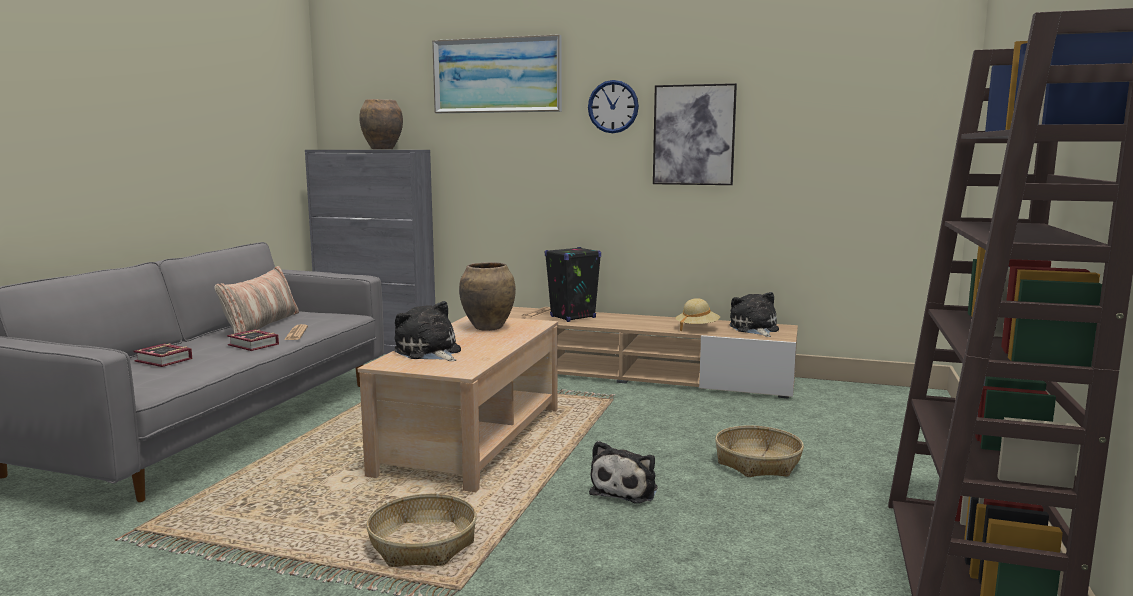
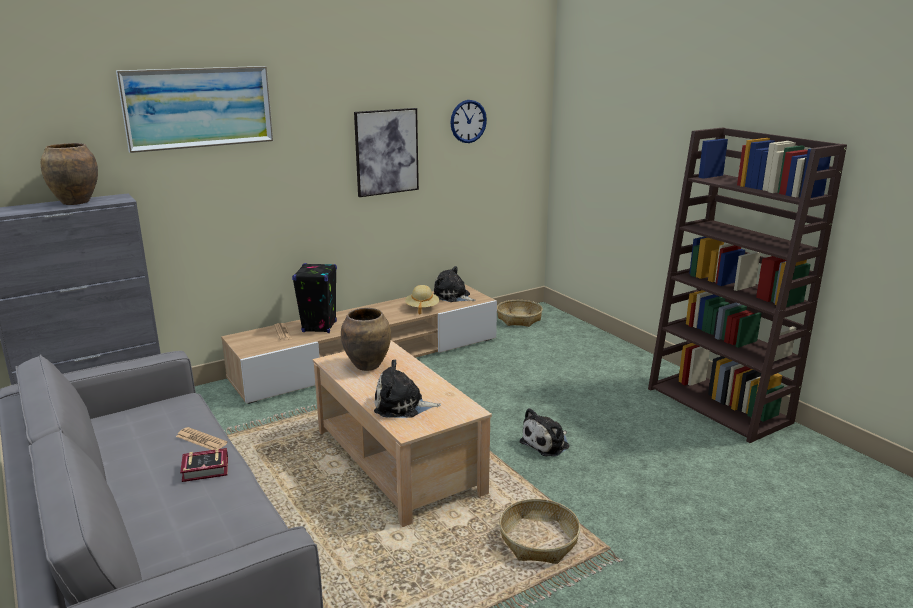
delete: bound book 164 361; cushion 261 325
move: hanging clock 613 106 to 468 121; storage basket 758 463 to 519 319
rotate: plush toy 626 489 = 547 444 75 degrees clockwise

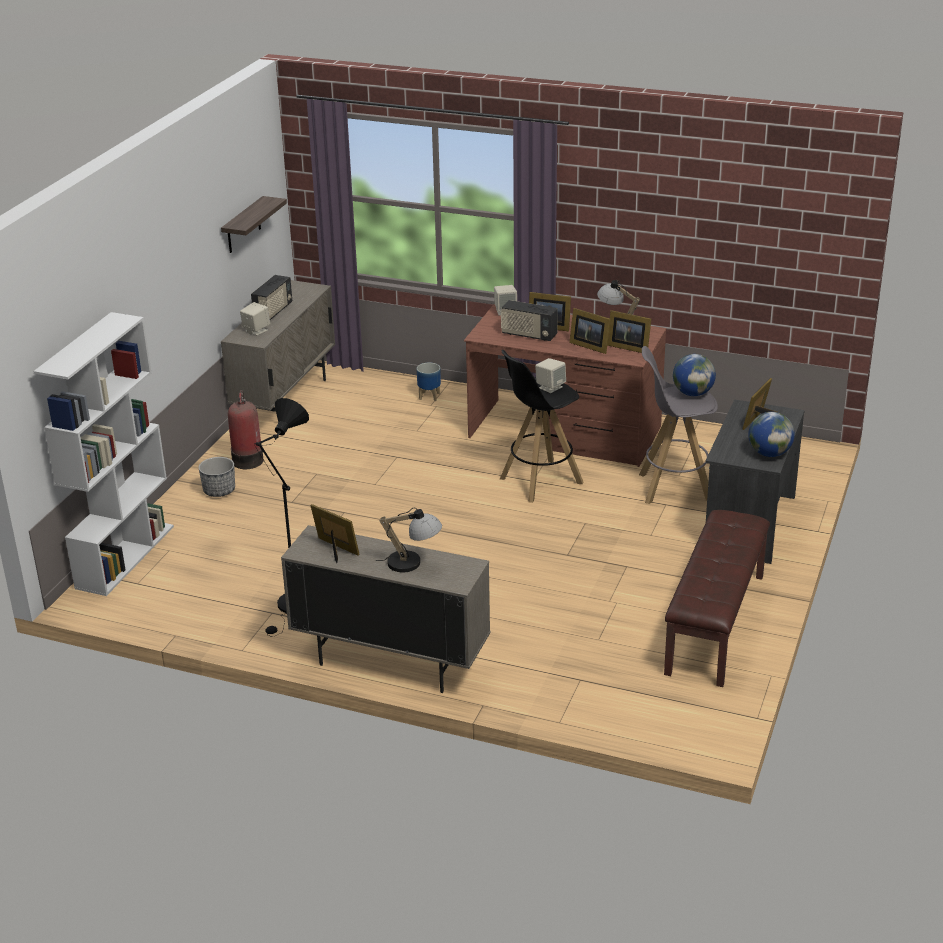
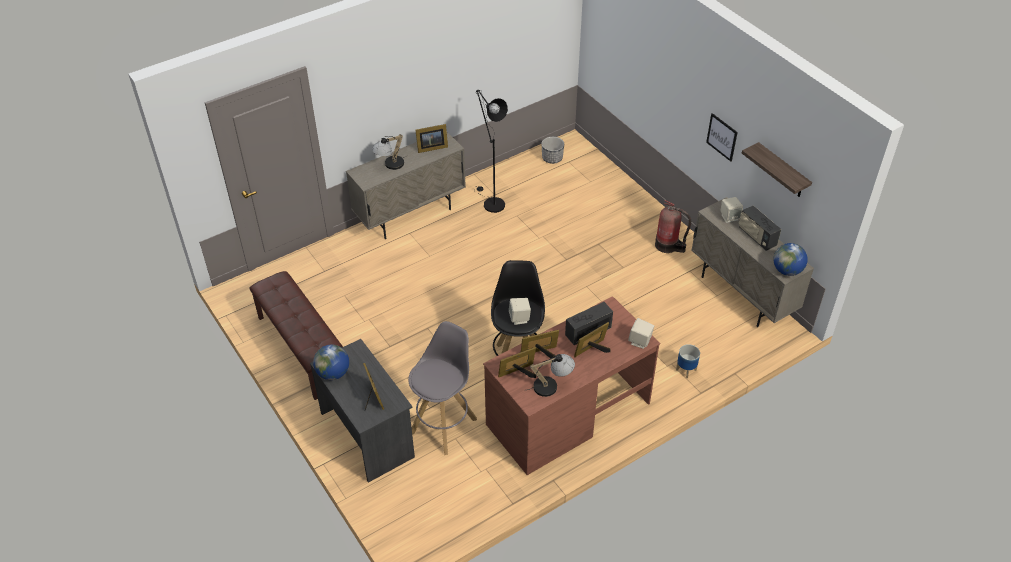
delete: whitish bookshelf 125 556
insert: picture 722 137
move: plant pot 219 491 to 552 158; world globe 692 393 to 787 270

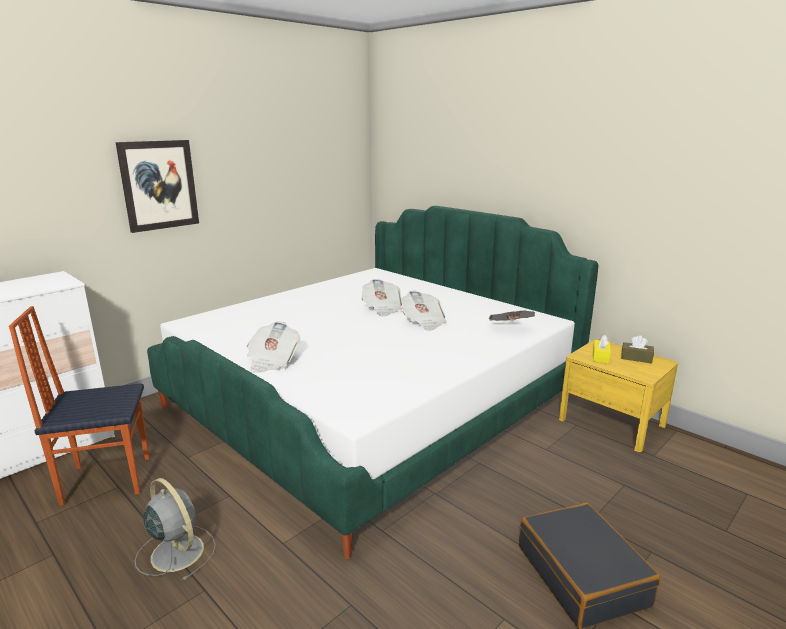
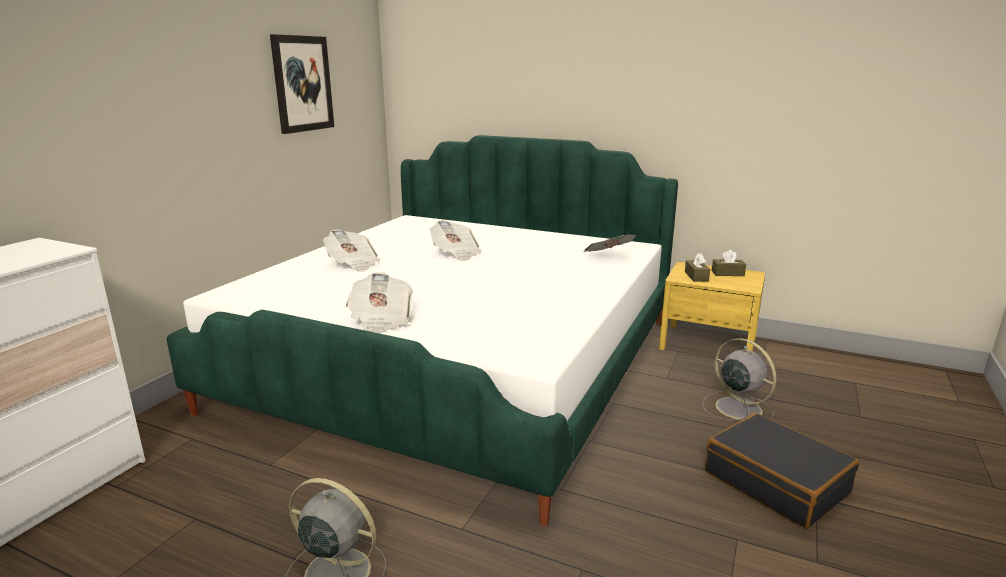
delete: upright chair 106 479
insert: grey cooling fan 736 407
move: picture 159 185 to 302 84; daily paper 423 322 to 353 264
recolor: yellow-coloured tissue holder 600 357 to brown tissue holder 696 276

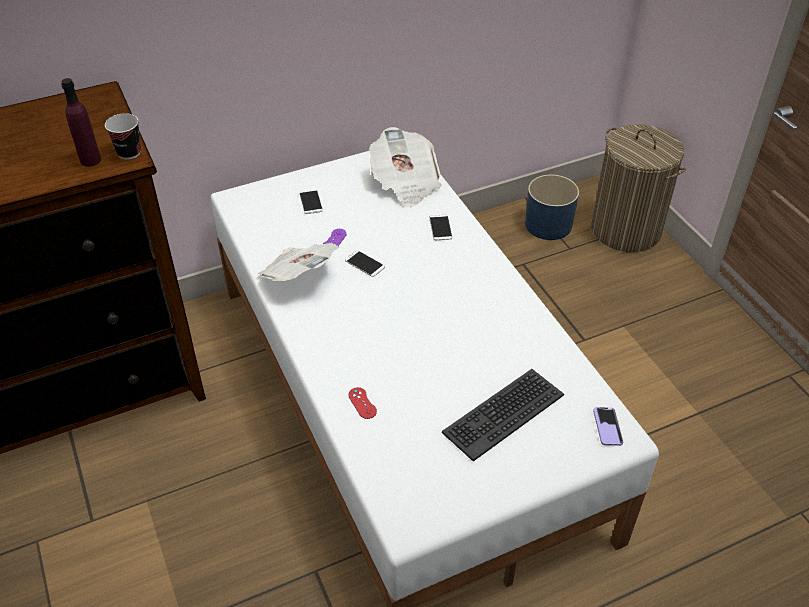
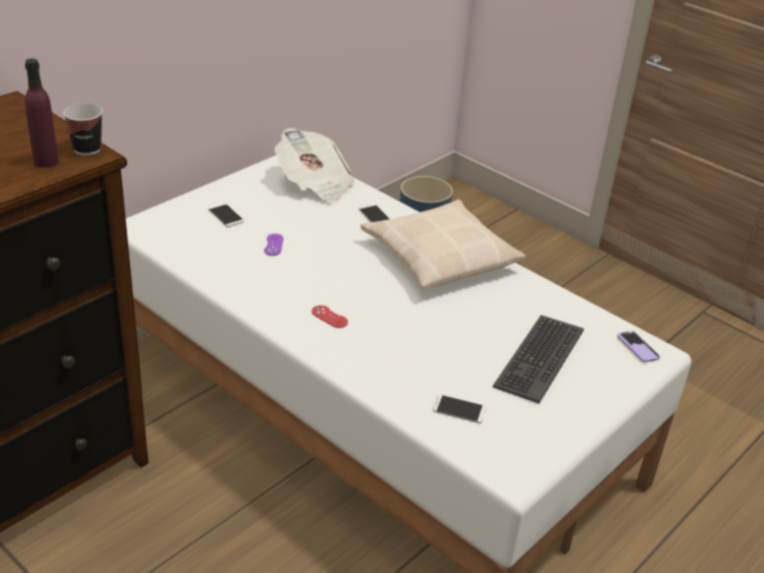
delete: daily paper 300 276; washing basket 626 229
insert: sand-coloured cushion 440 257
move: reddish game controller 362 403 to 329 317; handset 364 264 to 459 409

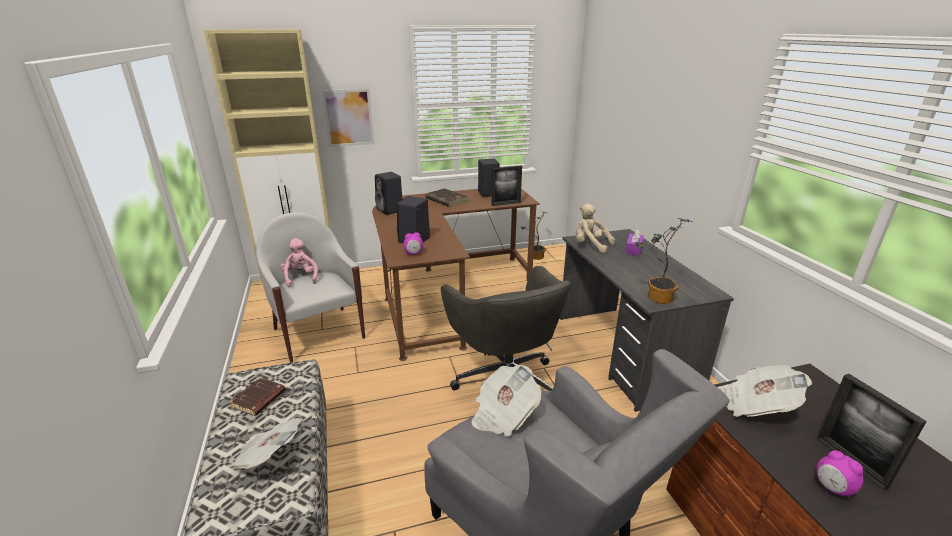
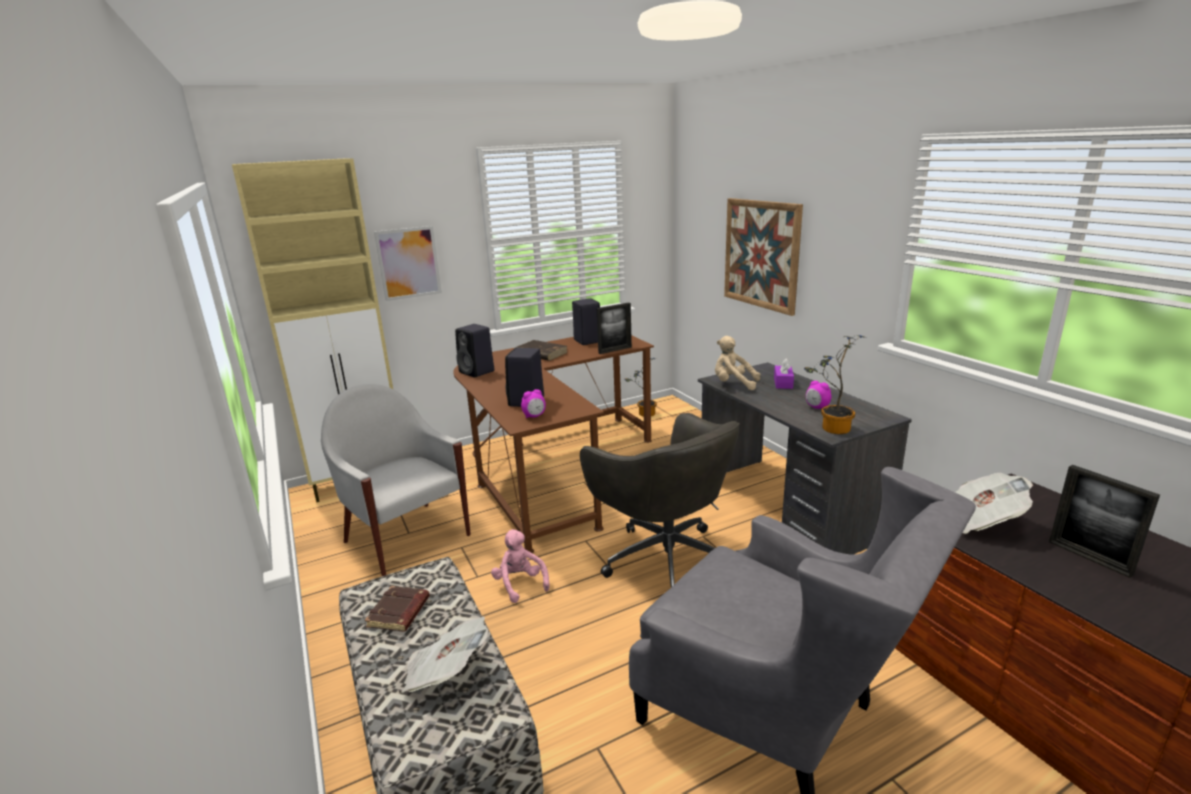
delete: daily paper 503 414
insert: picture 761 254
move: pinkish plush toy 300 278 to 520 584; alarm clock 832 488 to 817 407

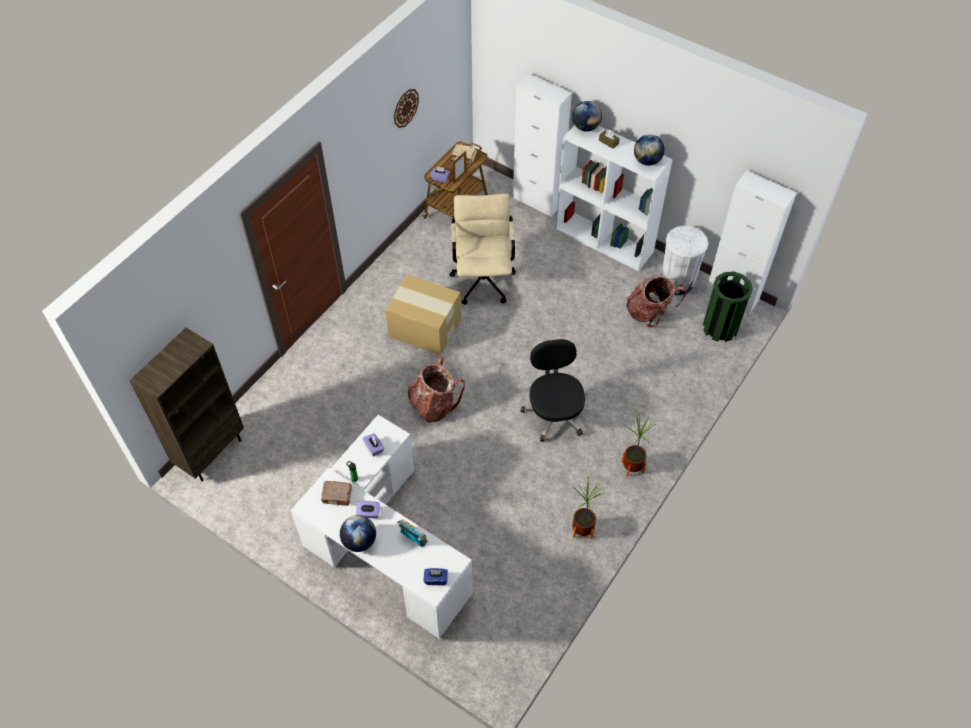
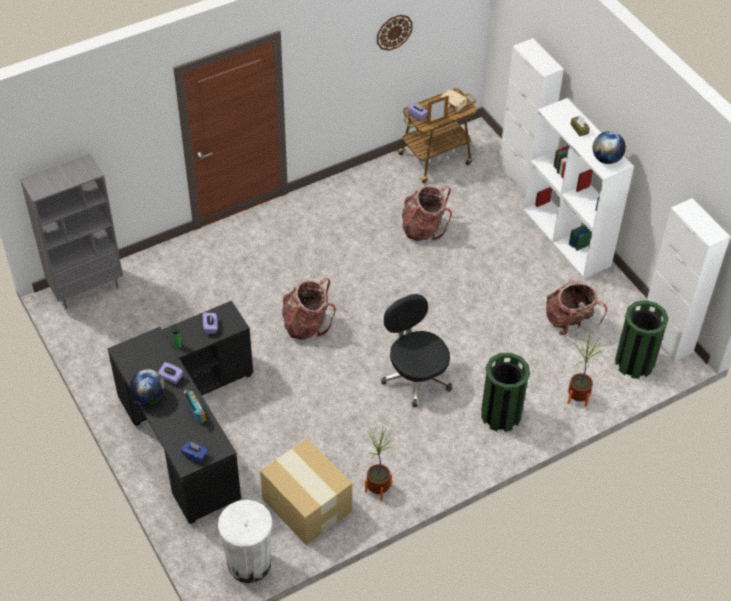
delete: brown bound book 337 496; world globe 585 127
insert: greenish waste bin 500 415
move: whitish waste bin 677 282 to 249 563; packing box 425 328 to 307 506; houseplant 632 467 to 578 398
replace: sand-coloured office chair 483 277 to rucksack 423 228
recolor: brown bookshelf 211 453 to grey bookshelf 87 288; whitish desk unit 383 548 to black desk unit 187 428
rotate: black office chair 554 413 = 416 376 45 degrees counterclockwise

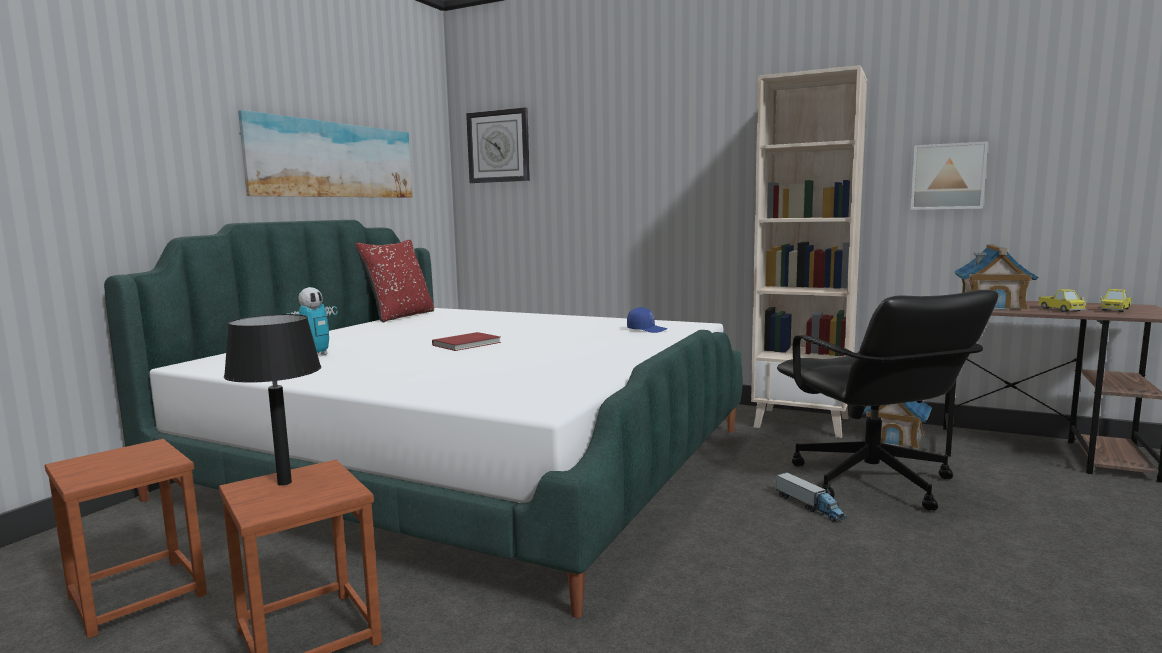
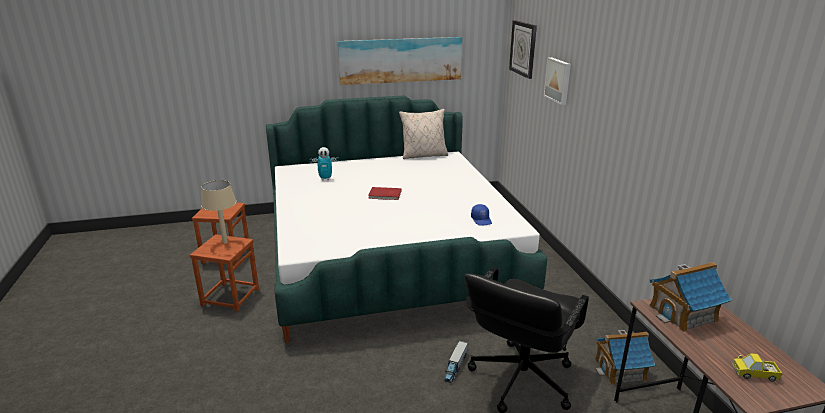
delete: sand-coloured bookshelf 802 422; toy lorry 1060 310
move: picture 947 176 to 558 80
recolor: black lamp for a table 284 482 to sand-coloured lamp for a table 225 242; reddish cushion 400 316 to sand-coloured cushion 424 155

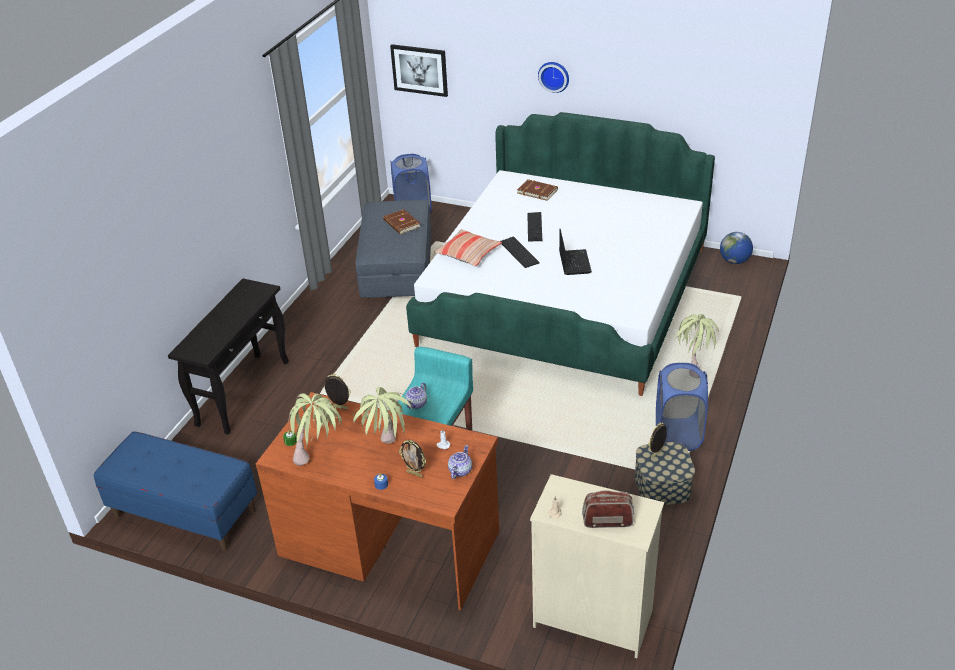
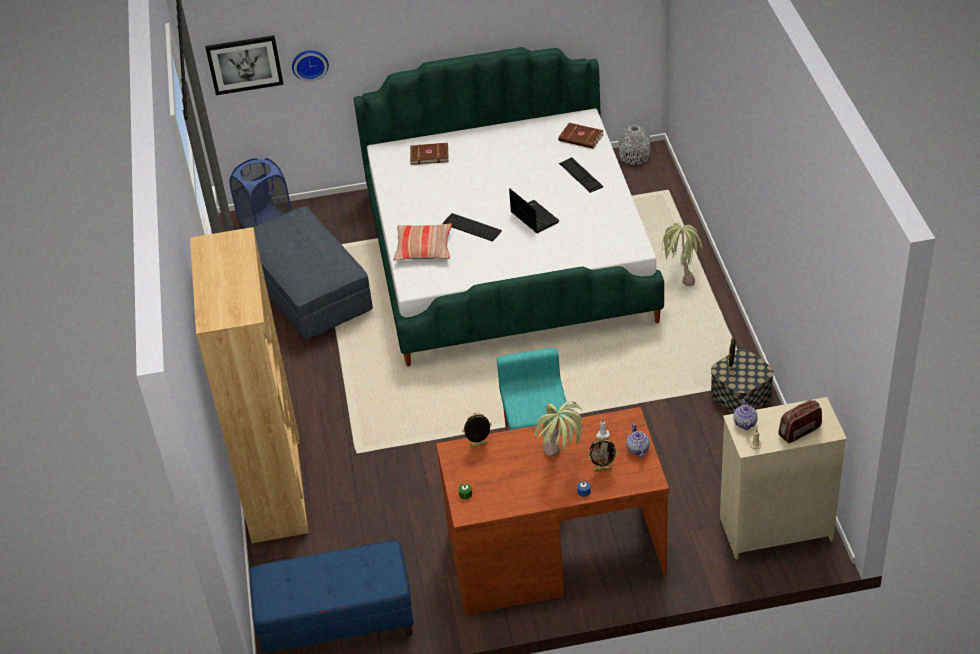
delete: houseplant 320 459; blue-coloured washing basket 678 435
move: hanging clock 554 76 to 309 64; brown bound book 401 224 to 581 138; PC keyboard 534 226 to 580 175; tea pot 417 404 to 745 423
replace: black console table 243 392 to brown bookshelf 276 487; world globe 734 261 to grey flower vase 634 155

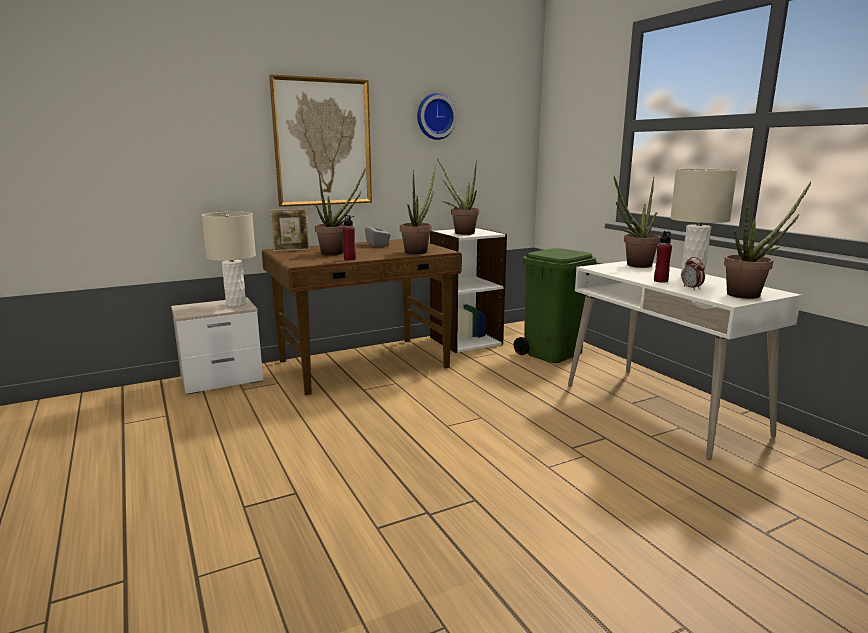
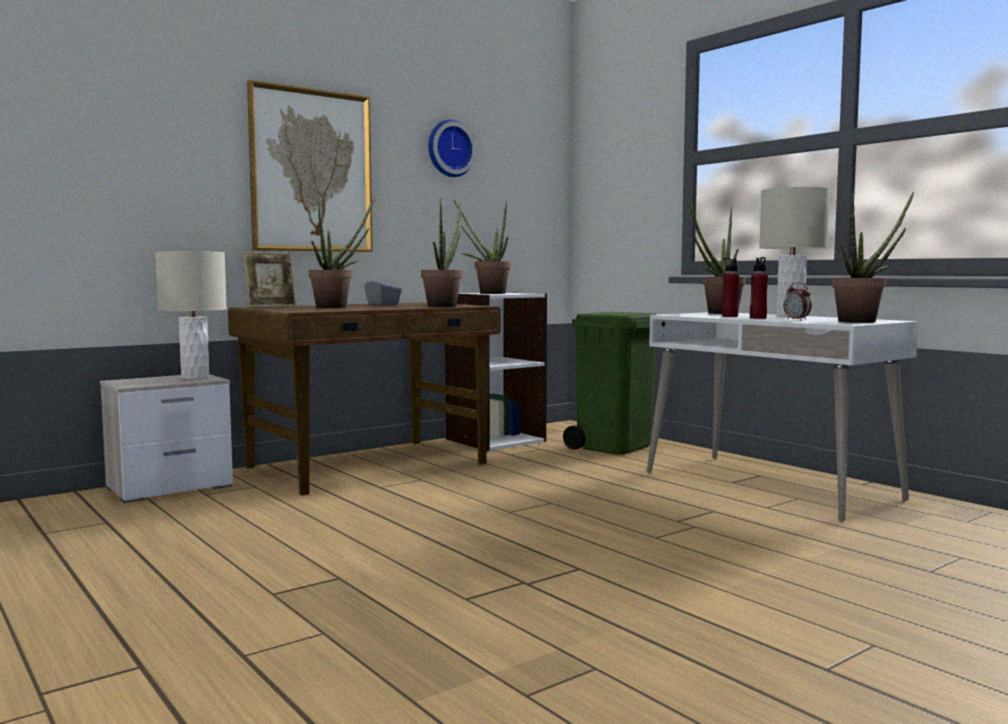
move: reddish beverage bottle 349 259 to 729 316

